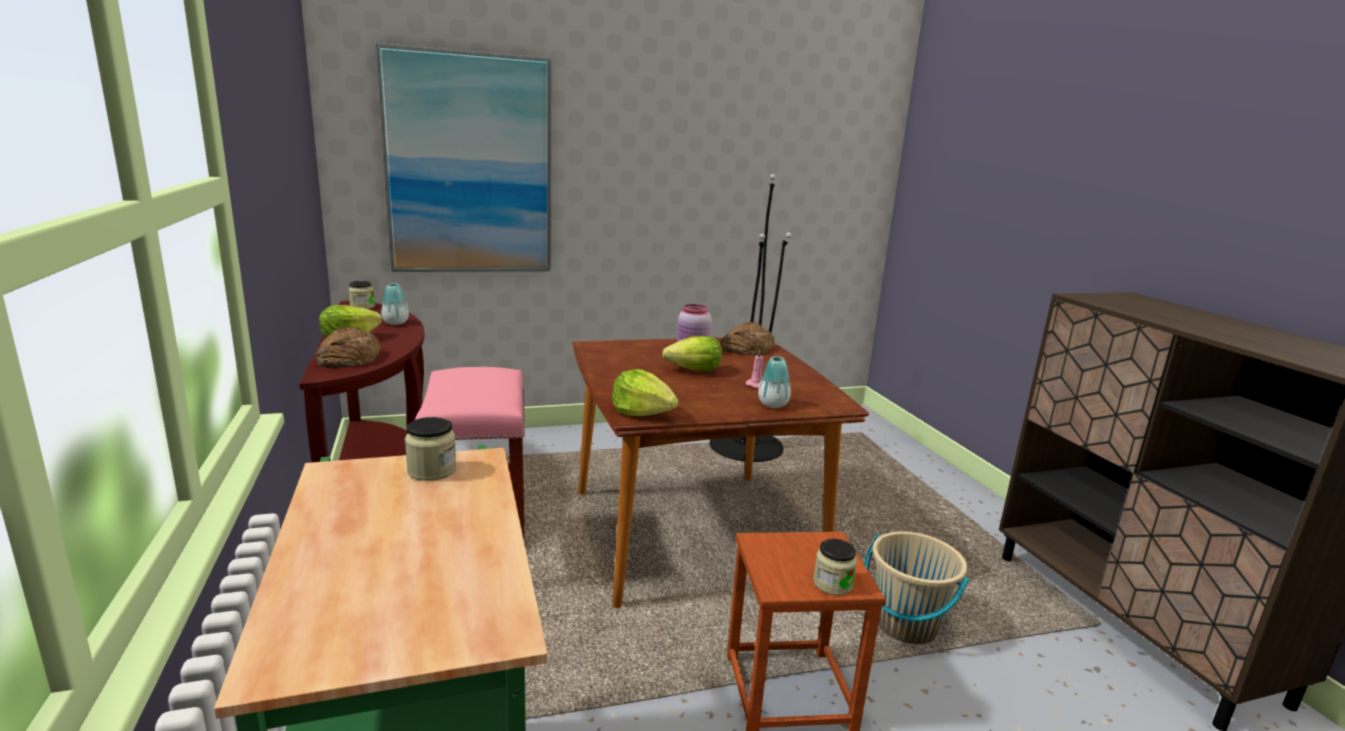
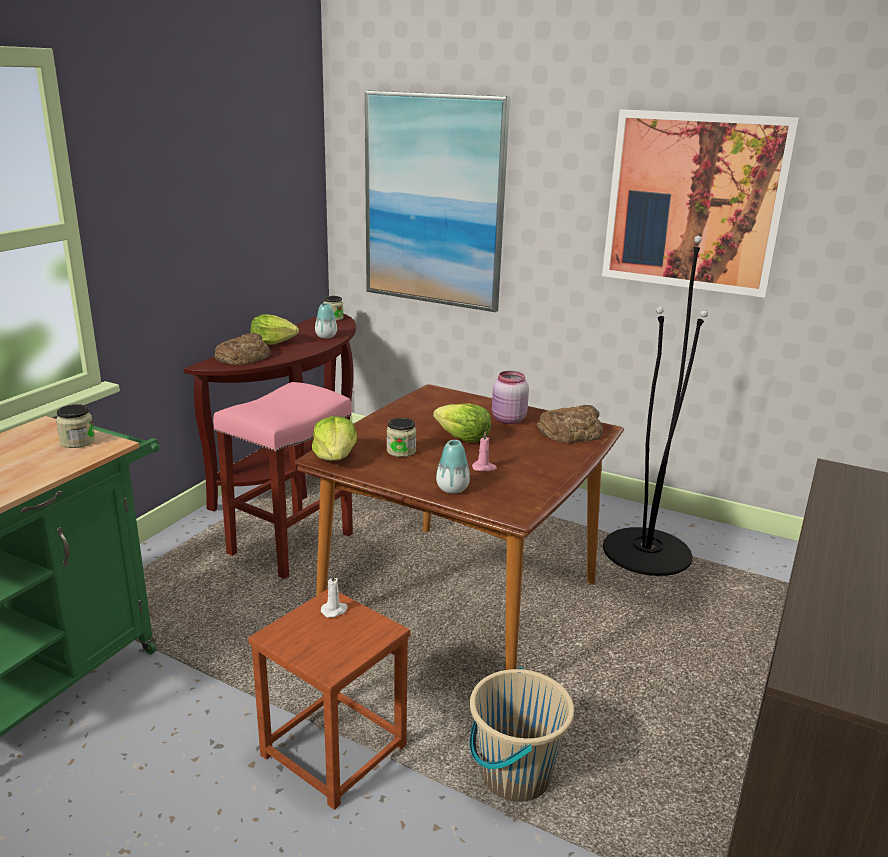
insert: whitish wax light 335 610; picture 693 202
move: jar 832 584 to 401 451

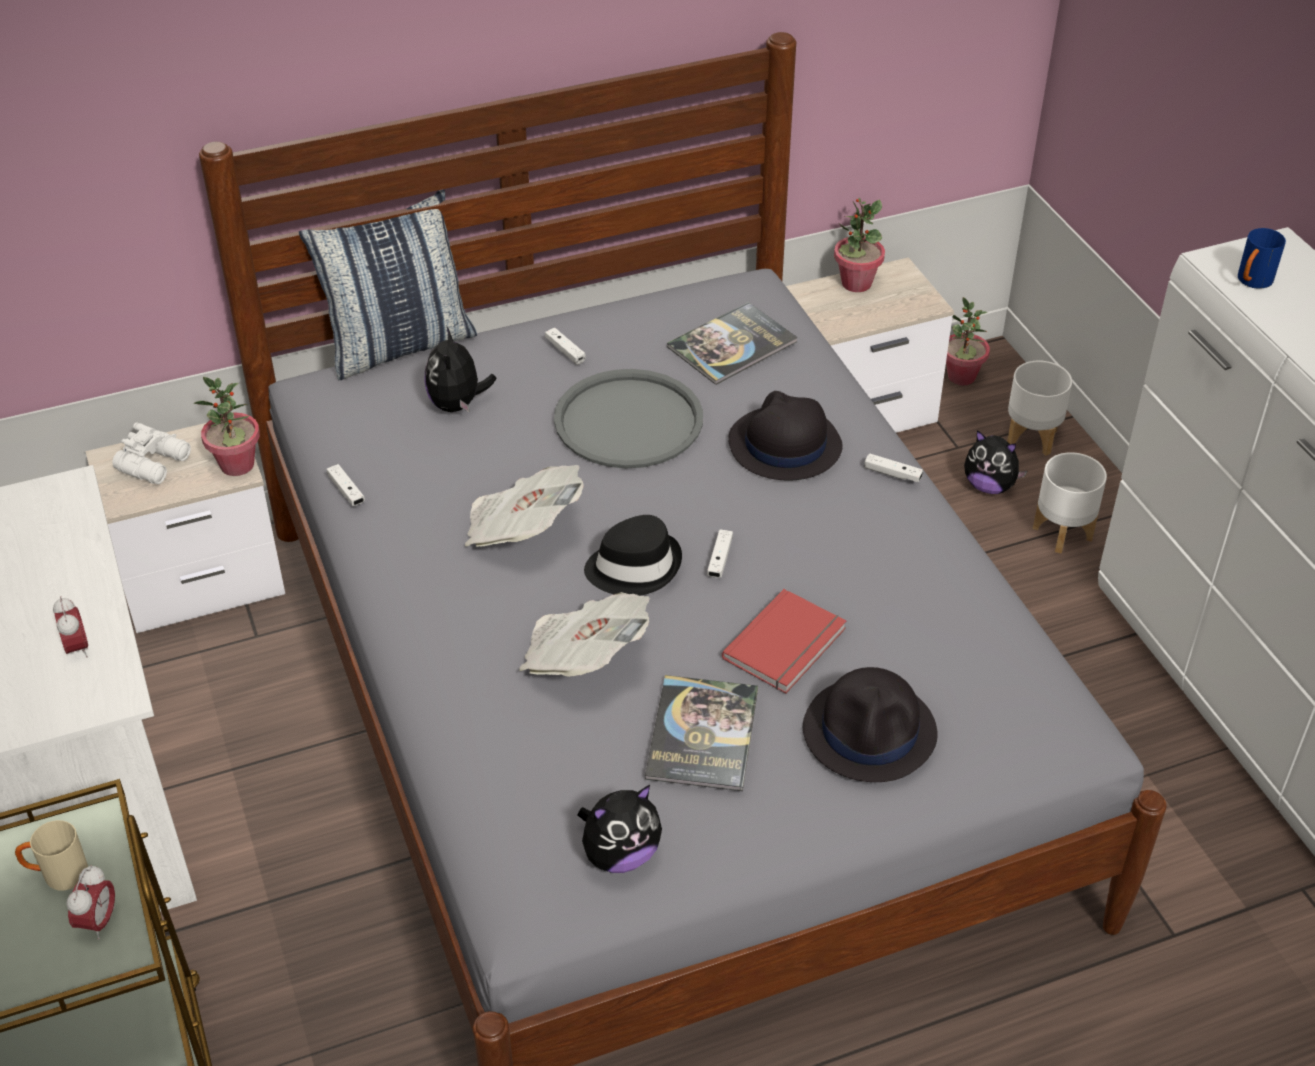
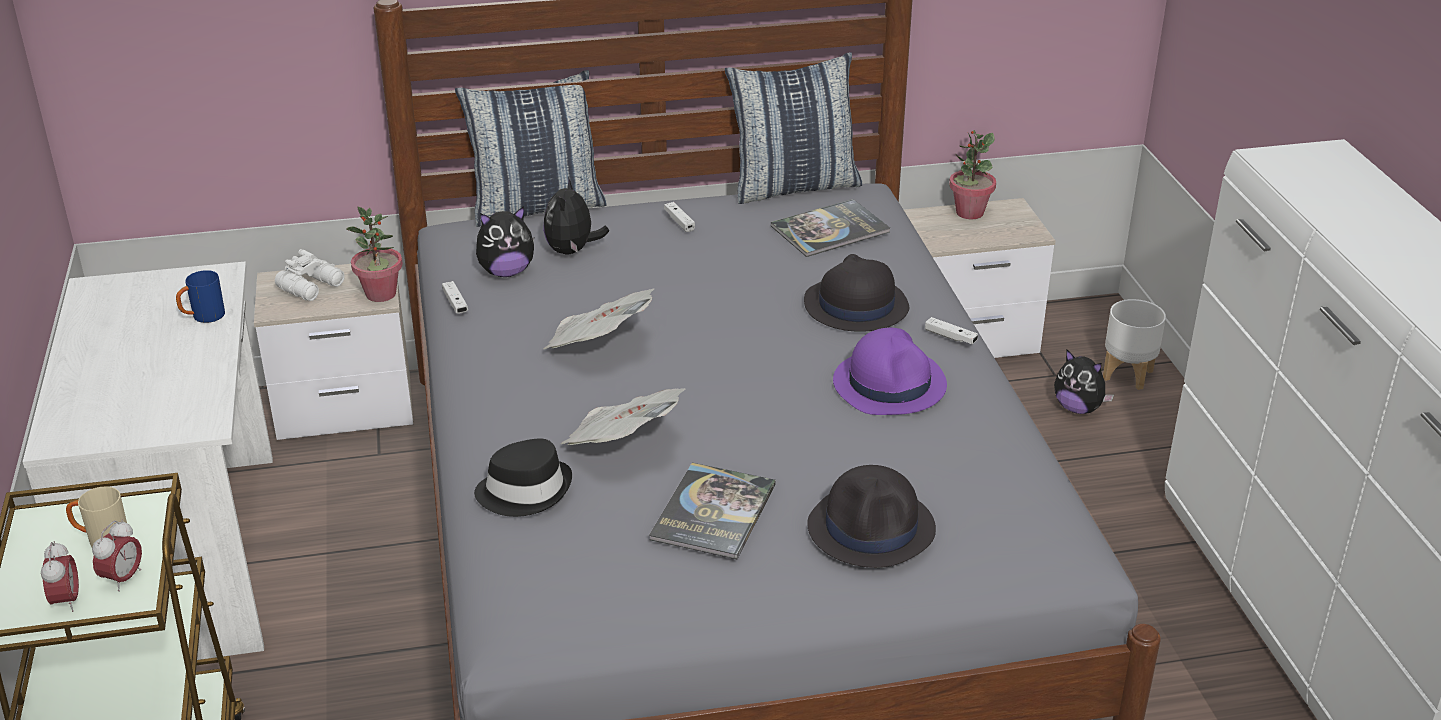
delete: grey serving tray 629 421; whitish game controller 719 559; reddish bound book 787 645; houseplant 961 377; whitish plant pot 1061 532
insert: cushion 794 186; purple-coloured hat 889 383
move: alarm clock 77 648 to 67 601; blue-coloured mug 1251 282 to 203 317; black hat 634 566 to 525 491; plush toy 620 855 to 506 272

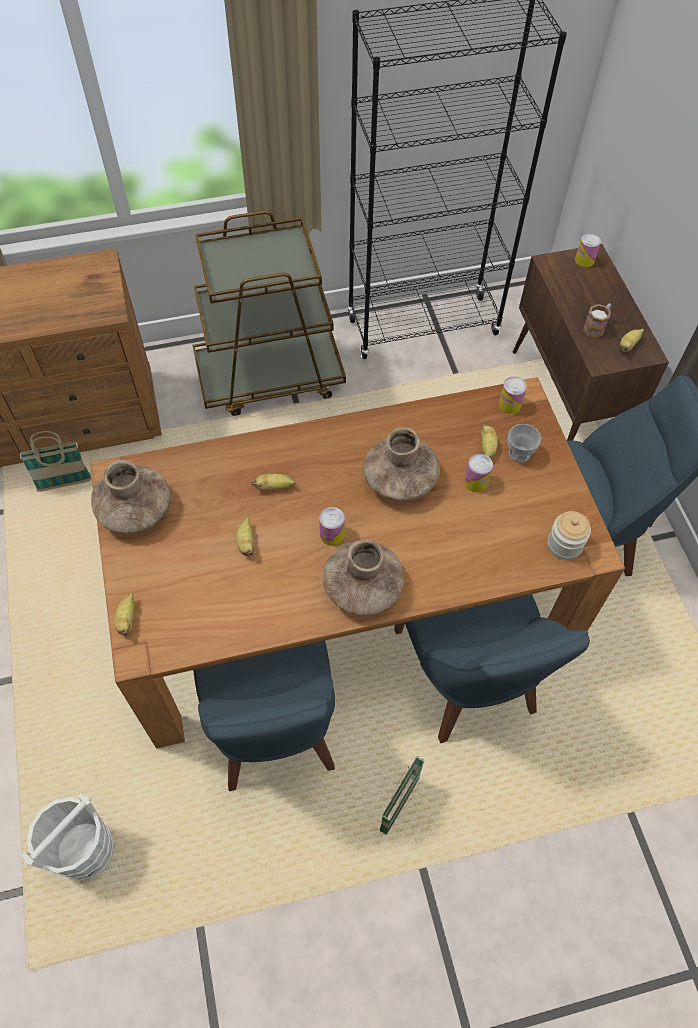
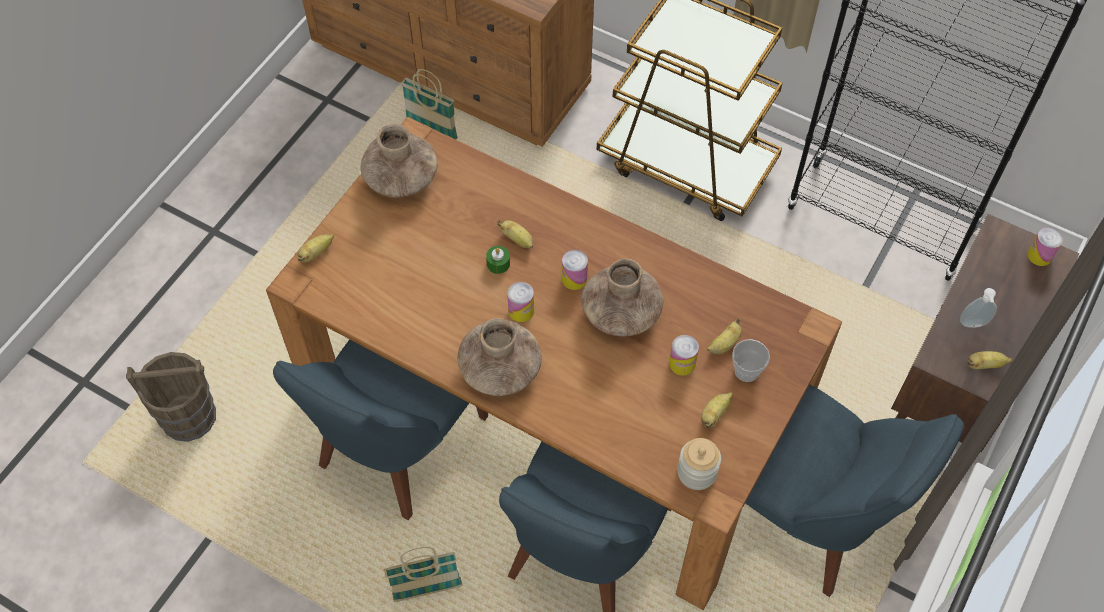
insert: greenish wax light 498 264
move: sealed can 510 405 to 574 279; banana 246 542 to 714 414
replace: mug 596 327 to soap bottle 973 325
recolor: whitish bucket 84 850 to brown bucket 188 417

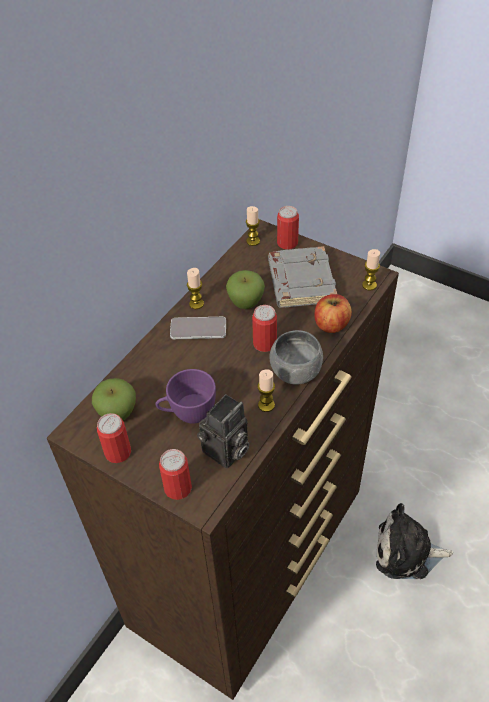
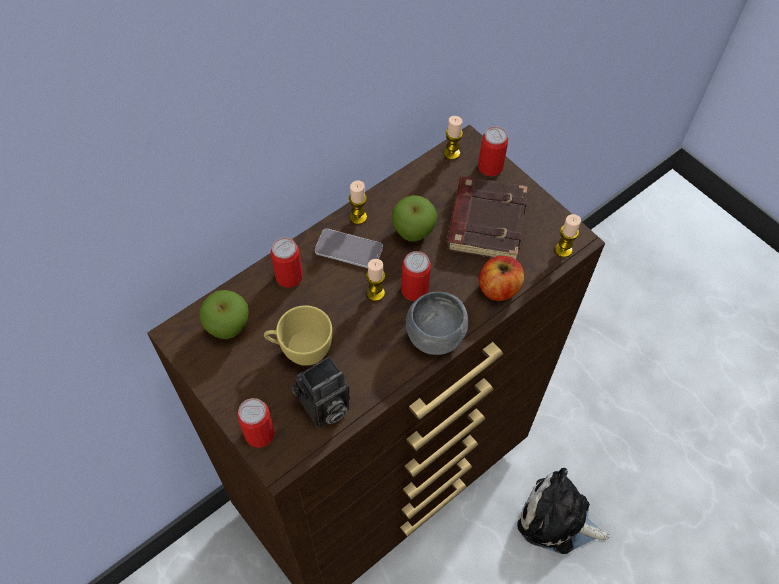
move: sealed can 118 452 to 289 276; wax light 266 405 to 375 293
recolor: purple-coloured drinking cup 188 414 to yellow-coloured drinking cup 300 350; grey bound book 300 281 to brown bound book 485 222

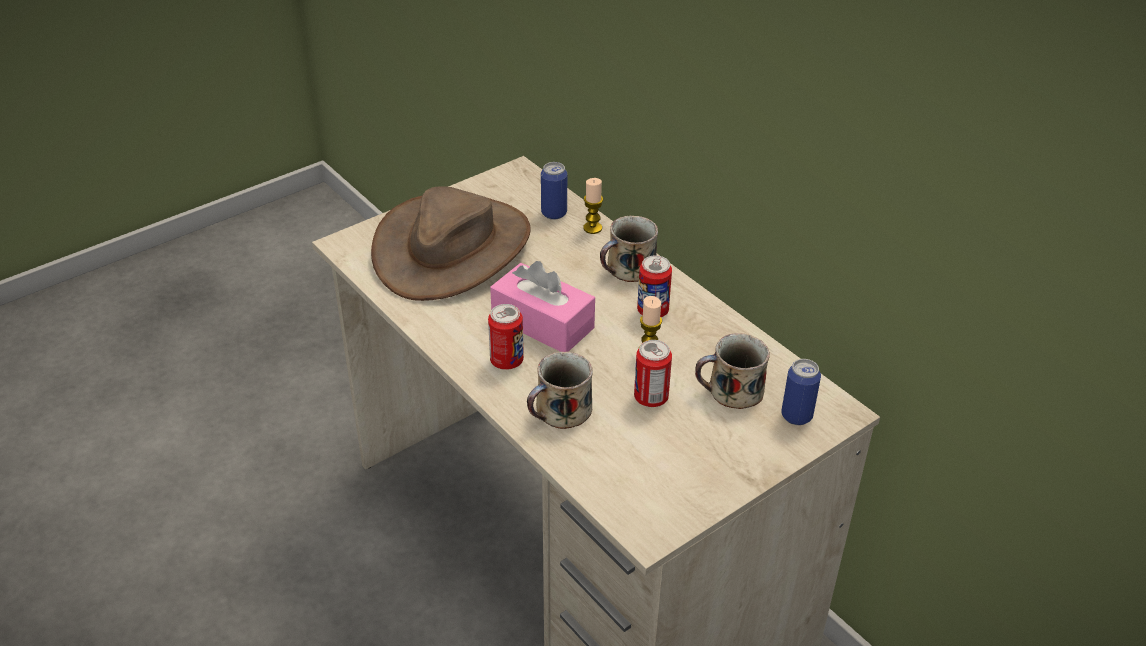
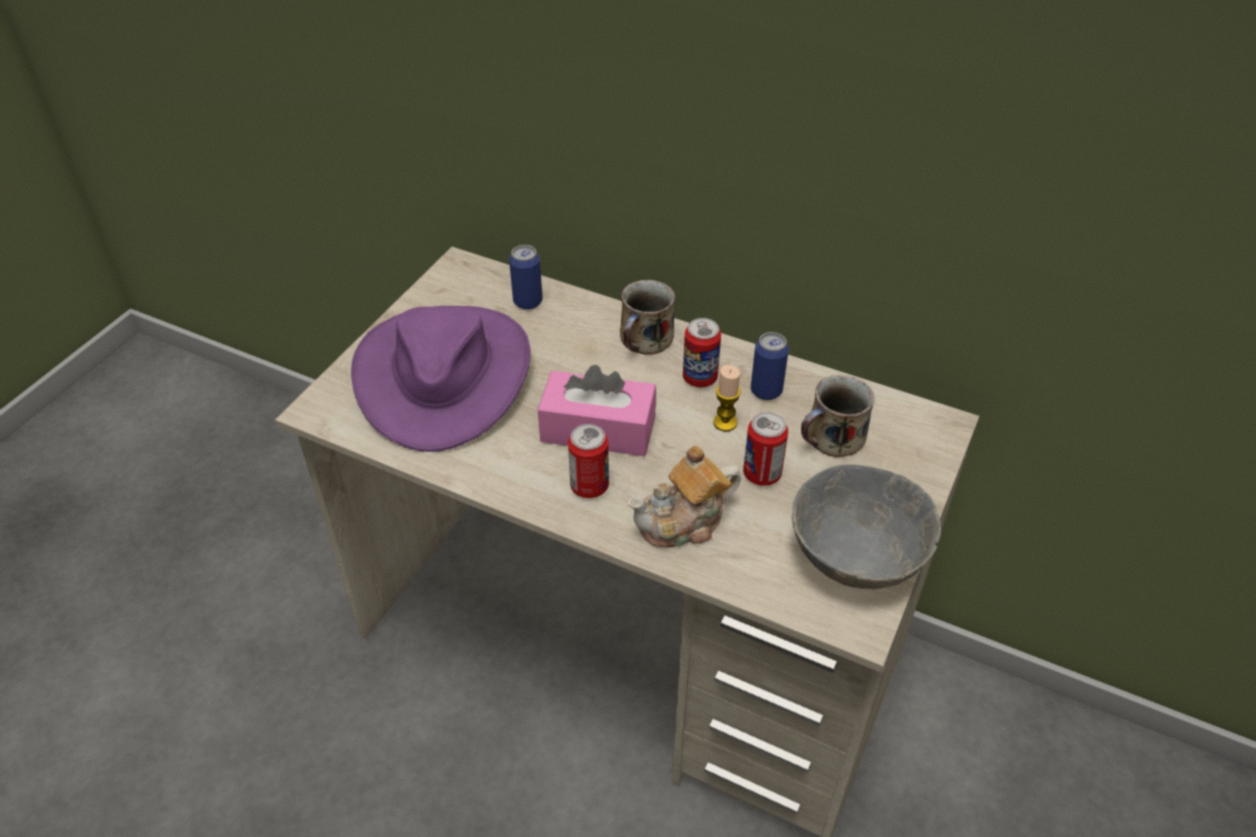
delete: wax light 592 228
insert: grey deep dish 855 558
move: sealed can 796 416 to 766 391
replace: mug 561 411 to tea pot 684 523
recolor: brown hat 451 248 to purple-coloured hat 443 375

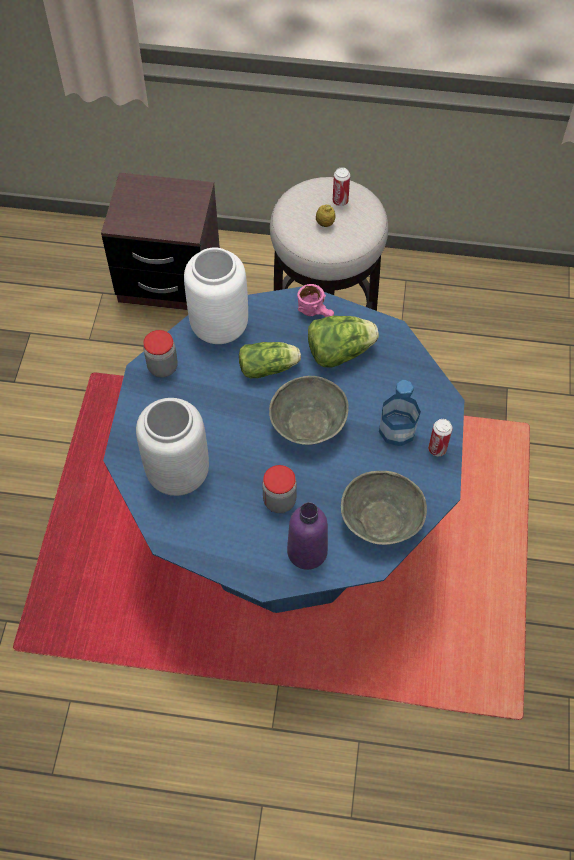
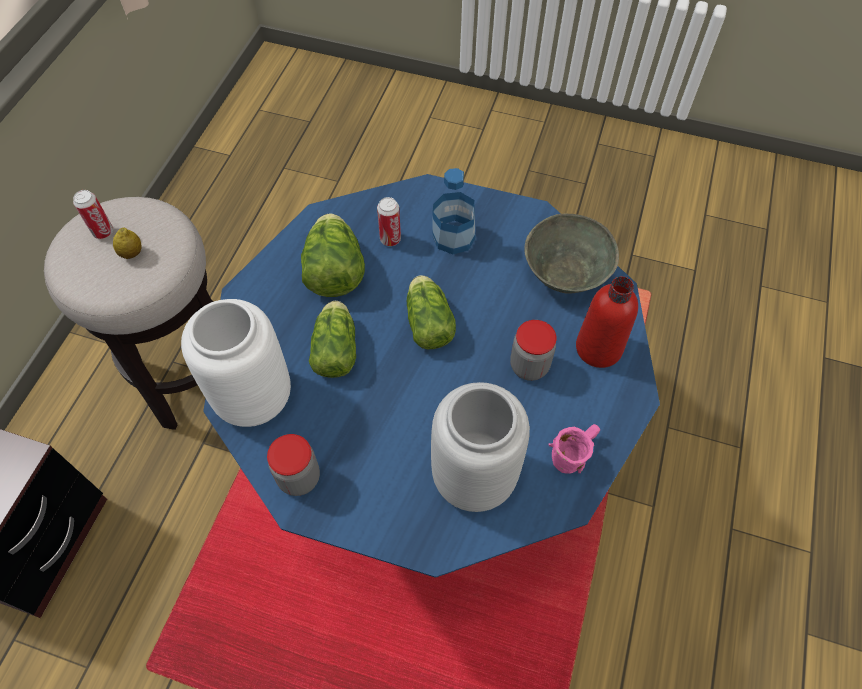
move: sealed can 437 449 to 390 239; pinkish mug 317 312 to 573 451
replace: grey deep dish 307 424 to lettuce 428 321
recolor: purple-coloured beverage bottle 307 551 to reddish beverage bottle 598 348

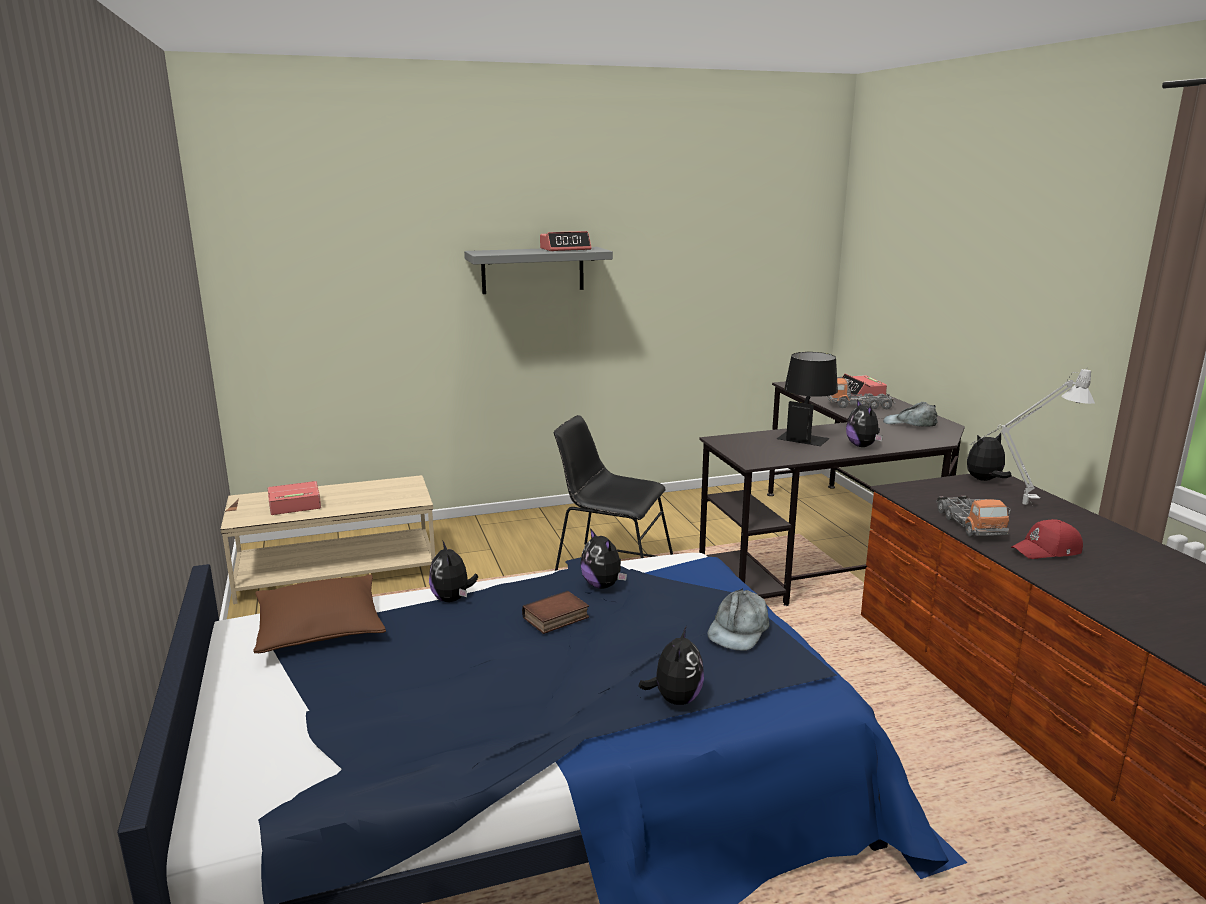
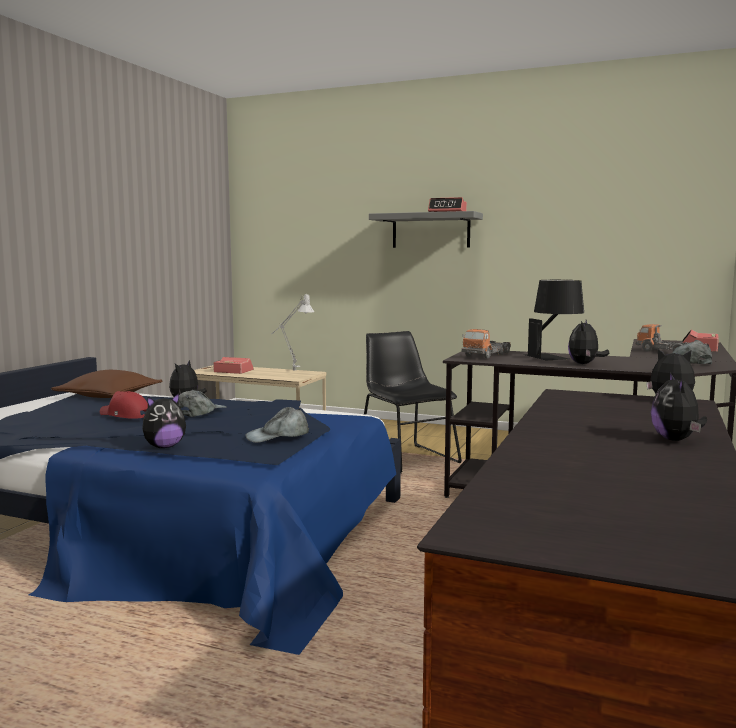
move: reddish cap 1047 551 to 124 415; grey lamp for a table 1016 506 to 291 371; toy lorry 969 525 to 486 355; plush toy 603 585 to 676 440
replace: bound book 556 618 to grey cap 201 412

